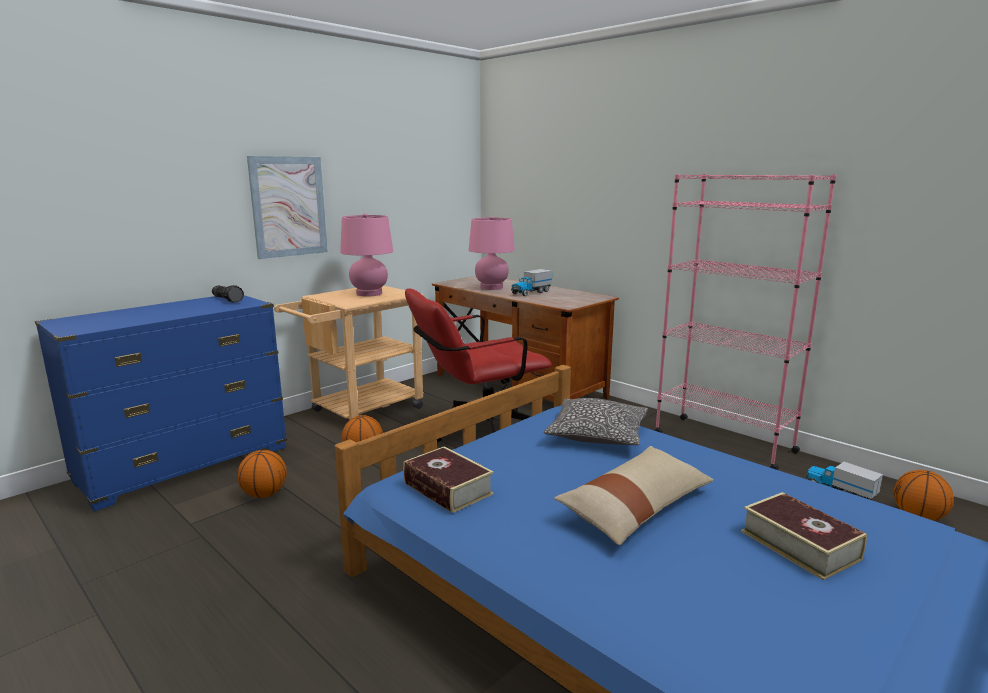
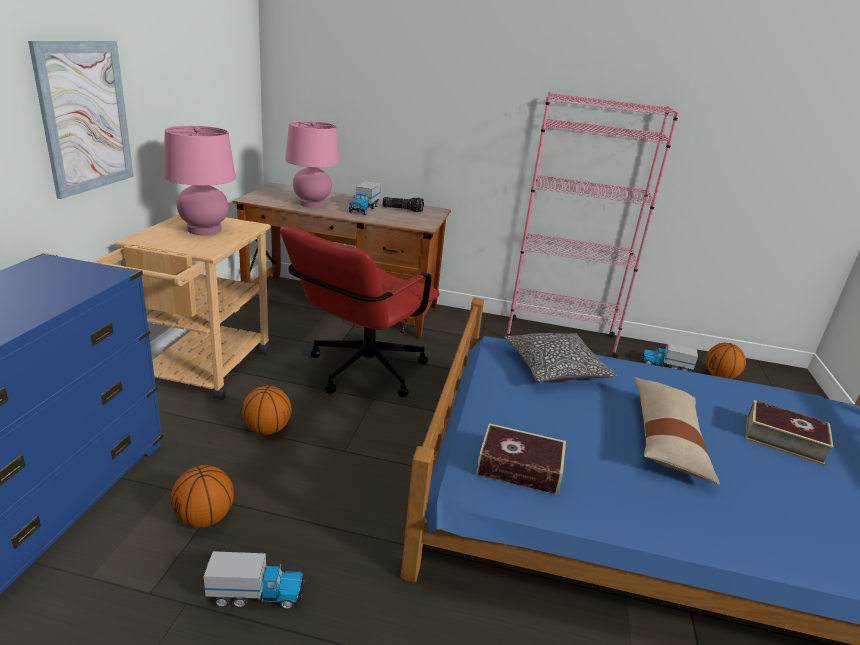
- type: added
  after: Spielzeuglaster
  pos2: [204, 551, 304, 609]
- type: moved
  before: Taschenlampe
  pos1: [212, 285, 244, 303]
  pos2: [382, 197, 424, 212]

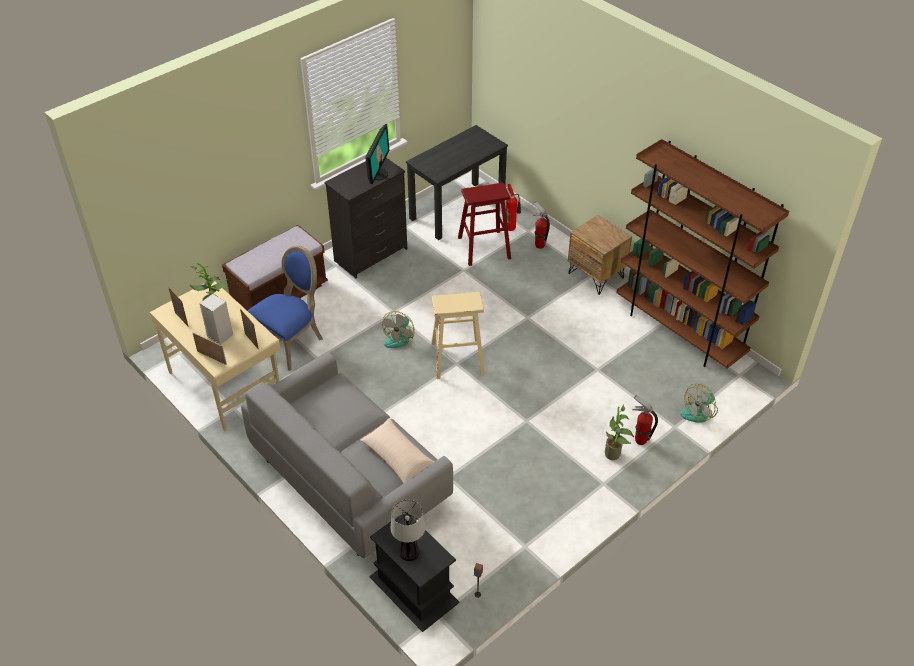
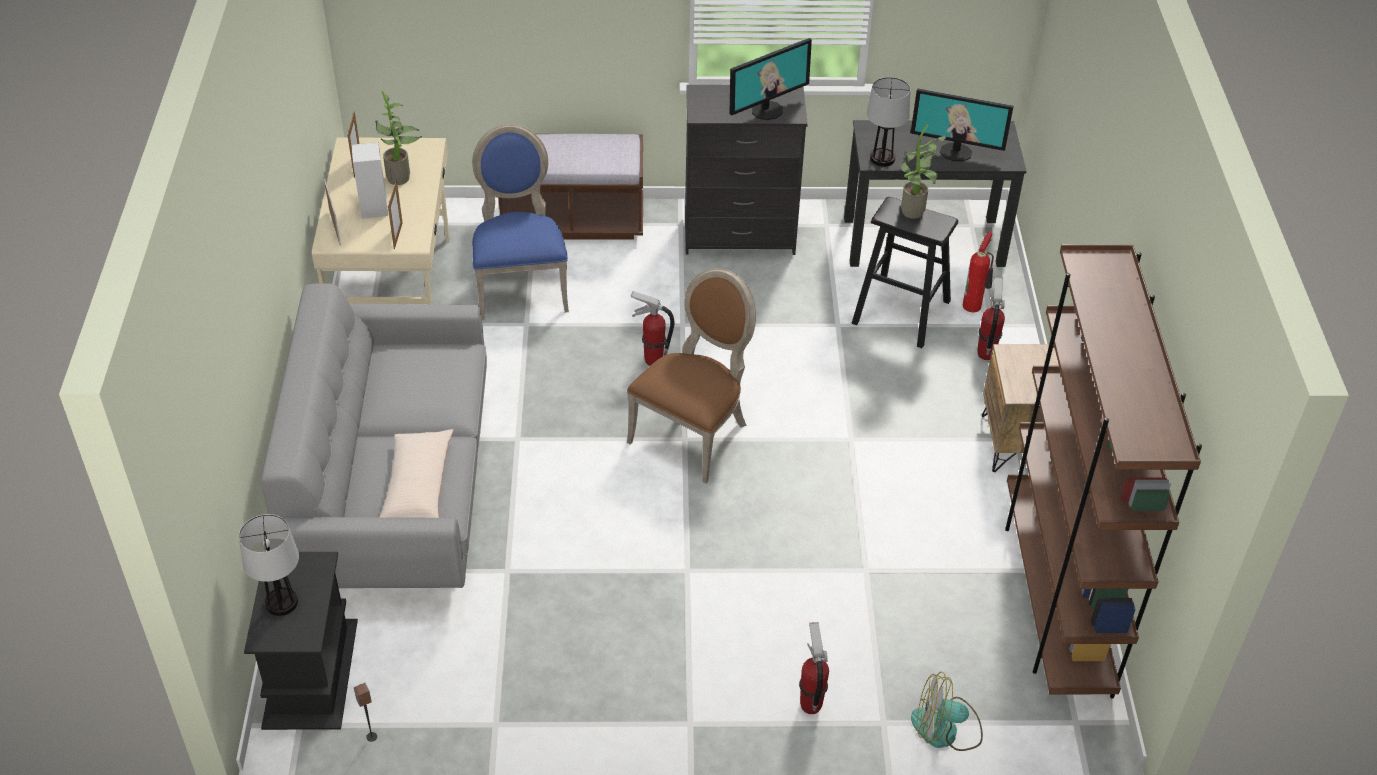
- type: added
  after: Tischlampe
  pos2: [866, 77, 910, 167]
- type: added
  after: Monitor
  pos2: [910, 88, 1014, 161]
- type: moved
  before: Topfpflanze
  pos1: [605, 404, 634, 460]
  pos2: [901, 124, 947, 219]
- type: replaced
  before: Ventilator
  after: Feuerlöscher
  pos1: [382, 311, 414, 348]
  pos2: [631, 291, 674, 366]
- type: replaced
  before: Hocker (beige)
  after: Stuhl (braun)
  pos1: [431, 292, 485, 379]
  pos2: [627, 268, 756, 484]
- type: recoloured
  before: Hocker (rot)
  after: Hocker (schwarz)
  pos1: [458, 183, 511, 266]
  pos2: [852, 197, 958, 348]
- type: turned
  before: Stuhl (blau)
  pos1: [248, 245, 323, 371]
  pos2: [472, 124, 569, 320]
  turn: -90

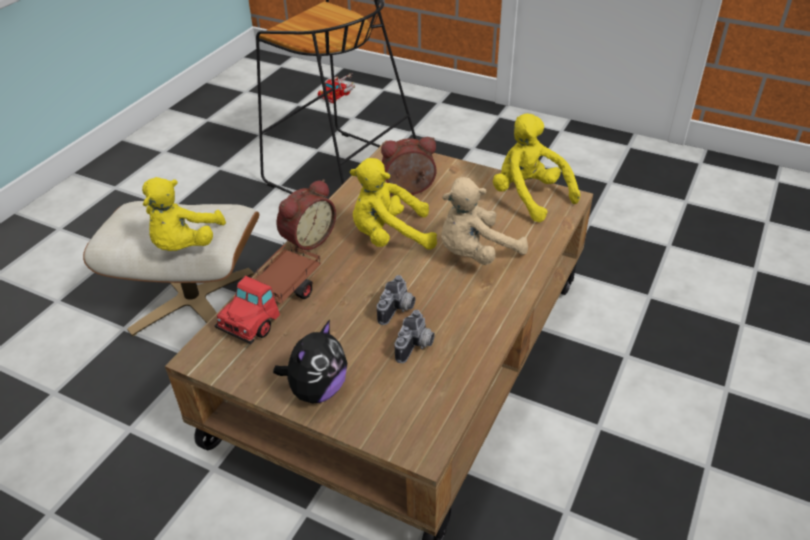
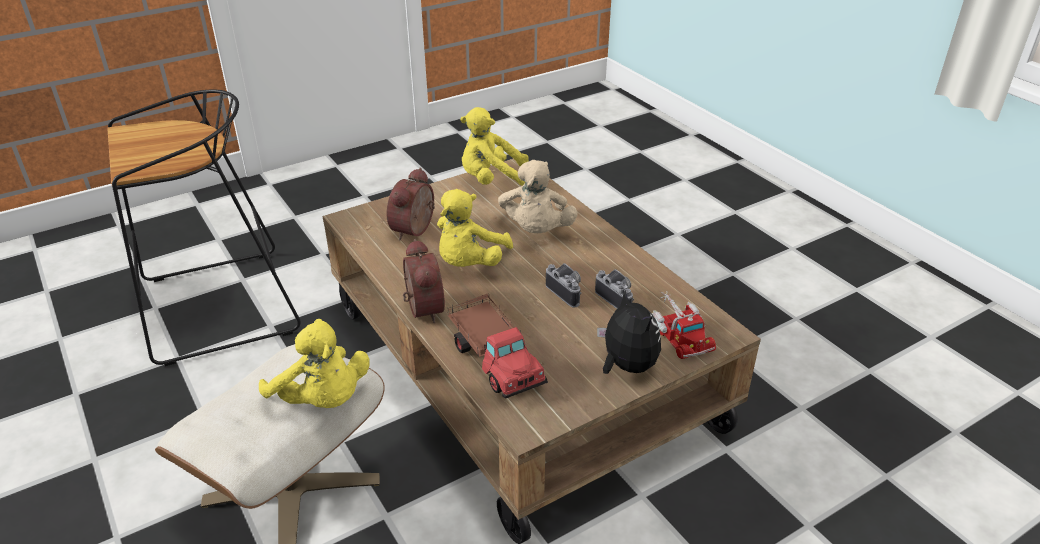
- type: moved
  before: Spielzeuglaster
  pos1: [318, 73, 355, 103]
  pos2: [652, 291, 716, 359]

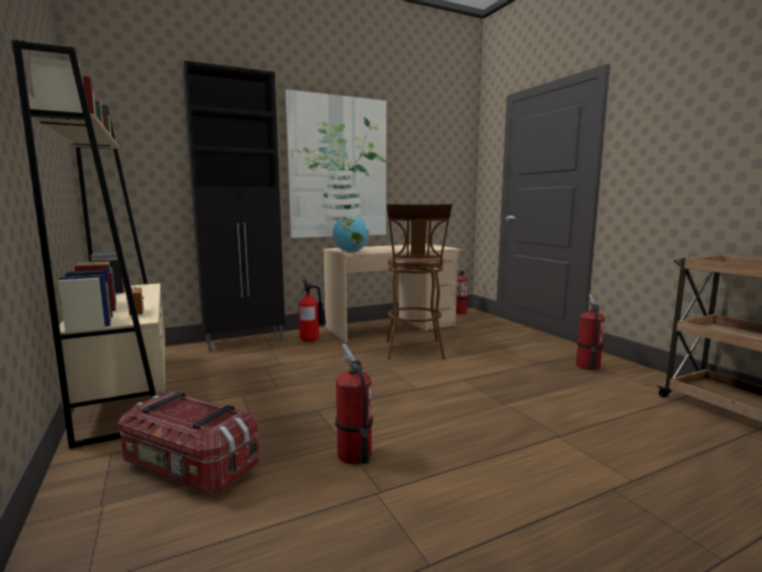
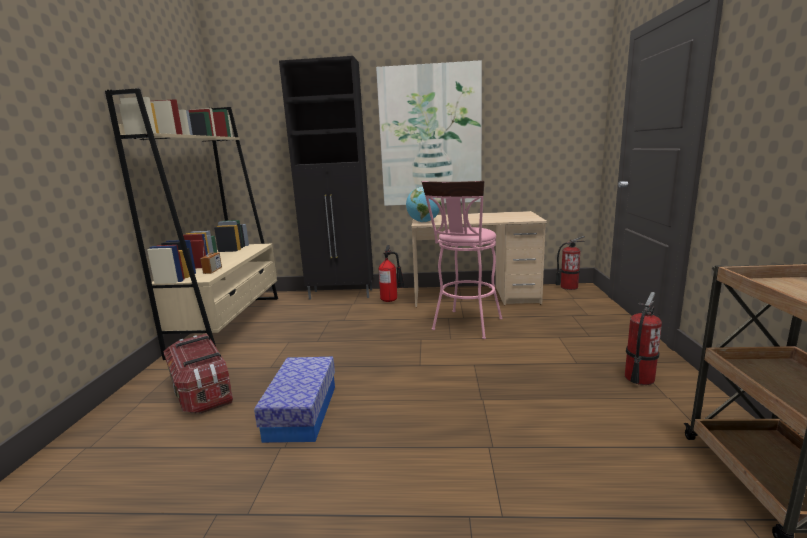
- type: replaced
  before: Feuerlöscher
  after: Aufbewahrungsbox
  pos1: [335, 344, 373, 464]
  pos2: [254, 357, 335, 443]
- type: recoloured
  before: Hocker (braun)
  after: Hocker (rosa)
  pos1: [387, 204, 452, 359]
  pos2: [422, 181, 503, 339]

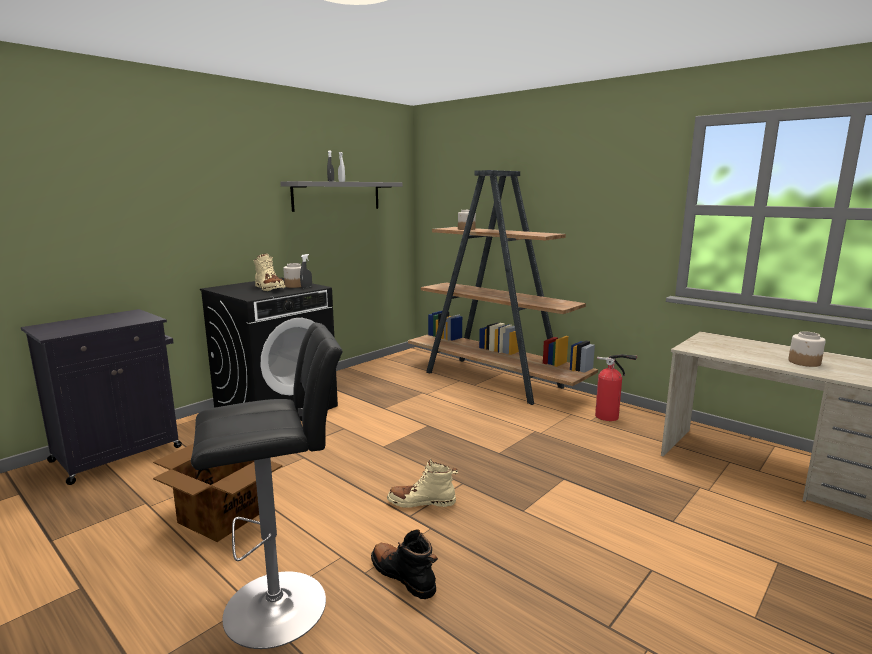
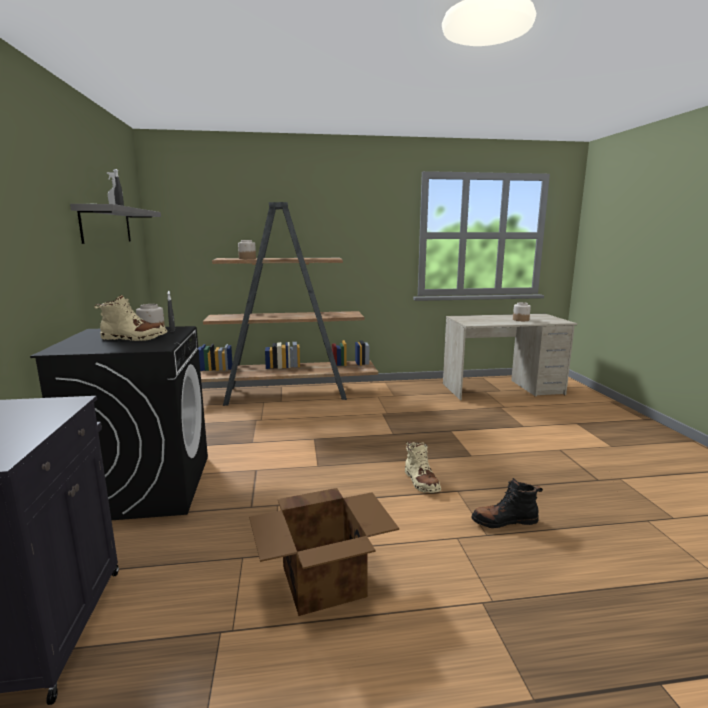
- type: removed
  before: Hocker (schwarz)
  pos1: [191, 322, 343, 649]
- type: removed
  before: Feuerlöscher
  pos1: [595, 354, 637, 421]
- type: turned
  before: Stiefel (beige)
  pos1: [387, 459, 458, 508]
  pos2: [405, 441, 441, 493]
  turn: -60

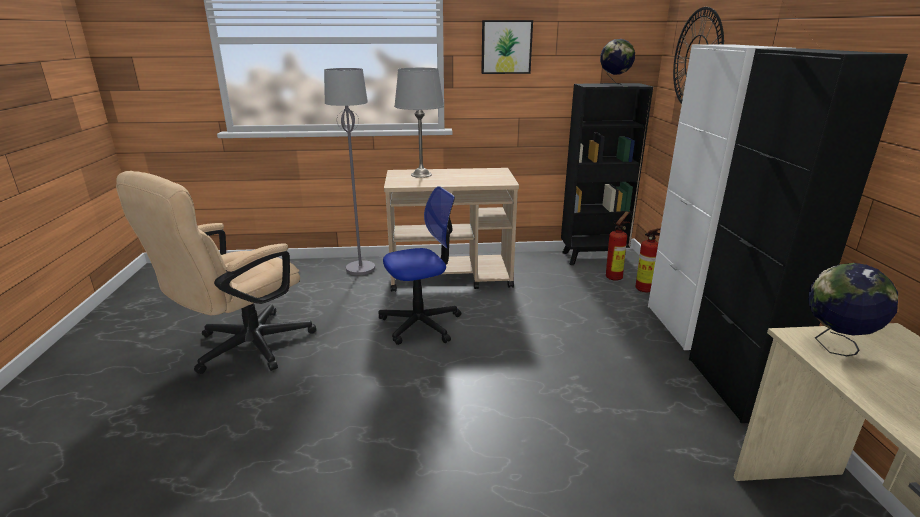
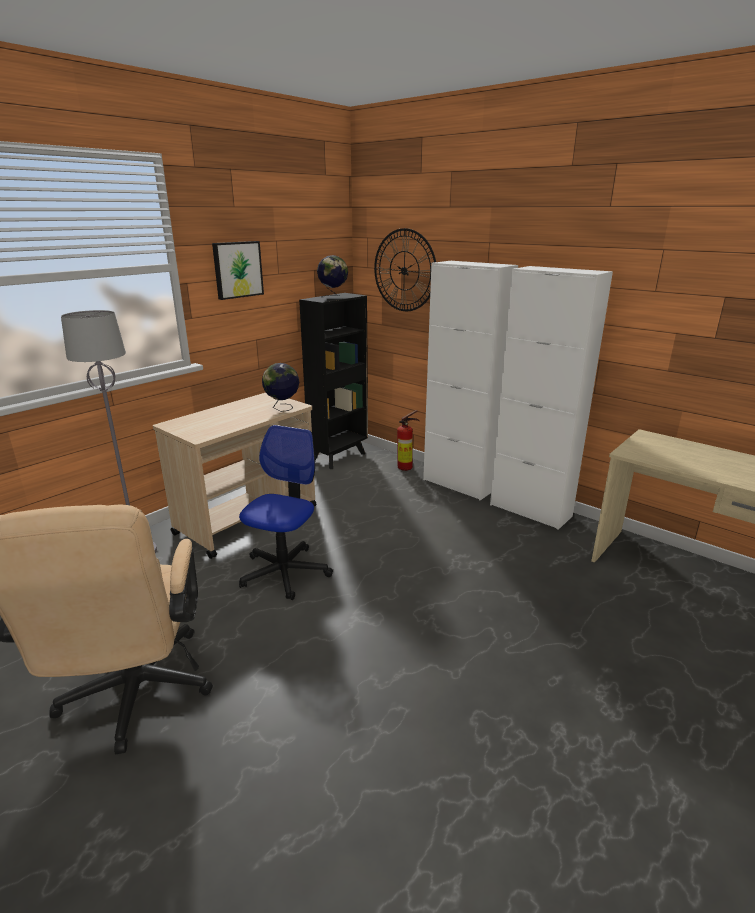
- type: removed
  before: Tischlampe (grau)
  pos1: [394, 68, 444, 178]
- type: removed
  before: Feuerlöscher
  pos1: [606, 212, 630, 281]
- type: moved
  before: Globus
  pos1: [808, 263, 898, 356]
  pos2: [262, 363, 299, 412]
- type: recoloured
  before: Schrank (schwarz)
  after: Schrank (weiß)
  pos1: [689, 49, 908, 423]
  pos2: [490, 266, 613, 530]

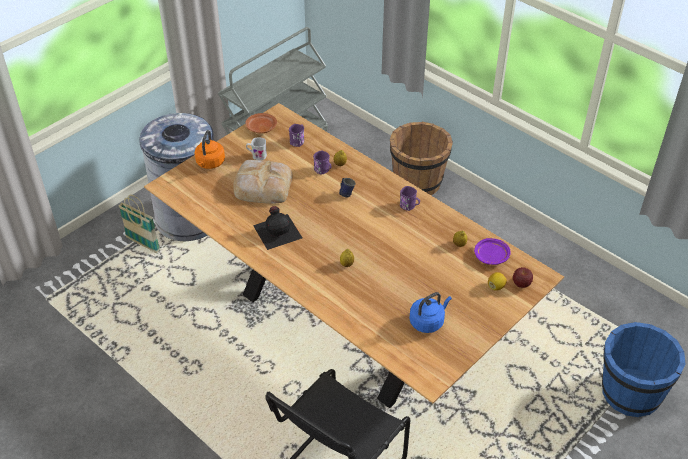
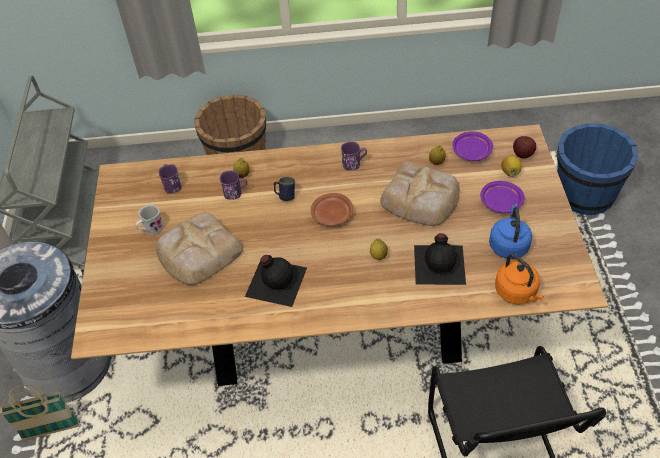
- type: added
  after: Brot
  pos2: [380, 161, 460, 226]
- type: added
  after: Flasche (schwarz)
  pos2: [414, 233, 466, 285]
- type: added
  after: Teller (lila)
  pos2: [480, 181, 525, 213]
- type: moved
  before: Wasserkessel (orange)
  pos1: [195, 130, 225, 169]
  pos2: [495, 254, 544, 304]
- type: moved
  before: Teller (braun)
  pos1: [245, 113, 277, 134]
  pos2: [311, 193, 353, 226]

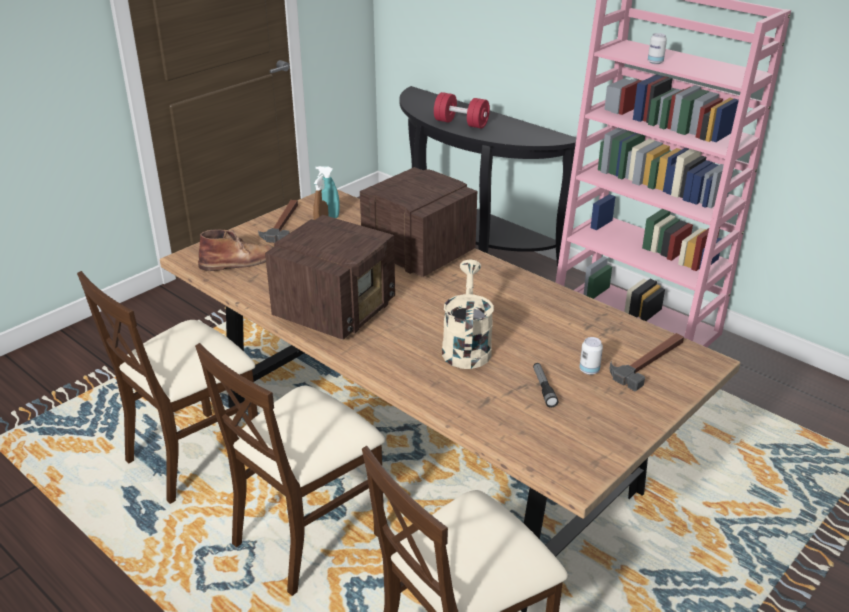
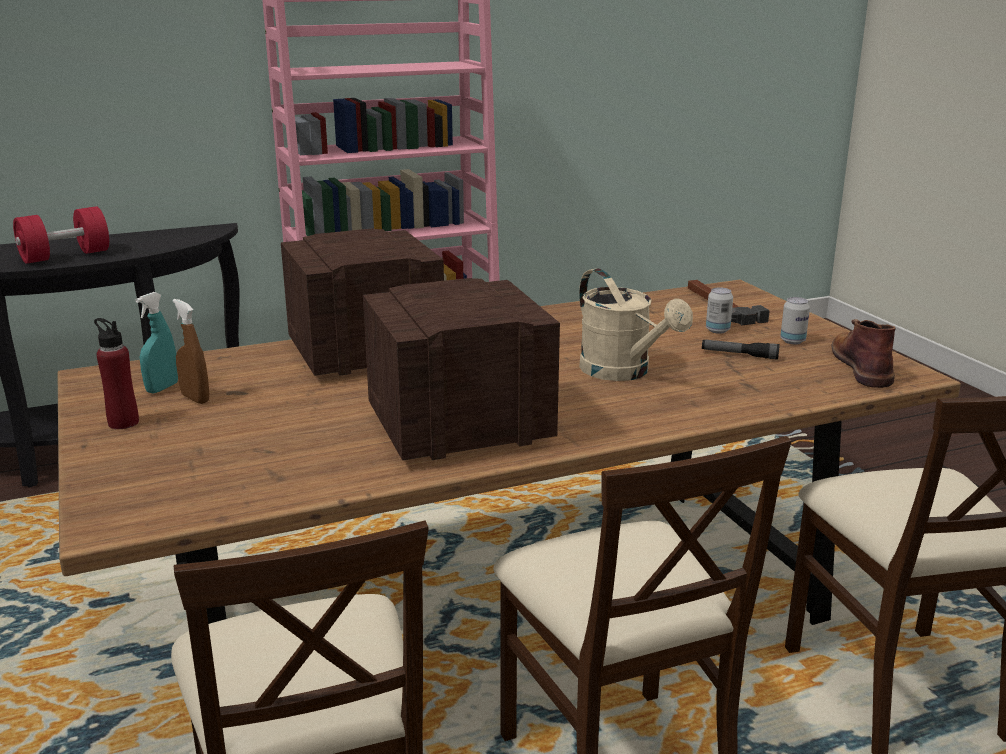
- type: moved
  before: Stiefel (braun)
  pos1: [198, 229, 273, 271]
  pos2: [831, 319, 896, 388]
- type: moved
  before: Dose
  pos1: [648, 33, 667, 64]
  pos2: [780, 297, 810, 344]
- type: replaced
  before: Hammer
  after: Flasche (rot)
  pos1: [258, 200, 298, 243]
  pos2: [94, 318, 139, 429]
- type: turned
  before: Radio
  pos1: [265, 215, 395, 340]
  pos2: [363, 278, 560, 460]
  turn: -75
- type: turned
  before: Gießkanne (beige)
  pos1: [442, 259, 494, 369]
  pos2: [579, 268, 693, 381]
  turn: -150

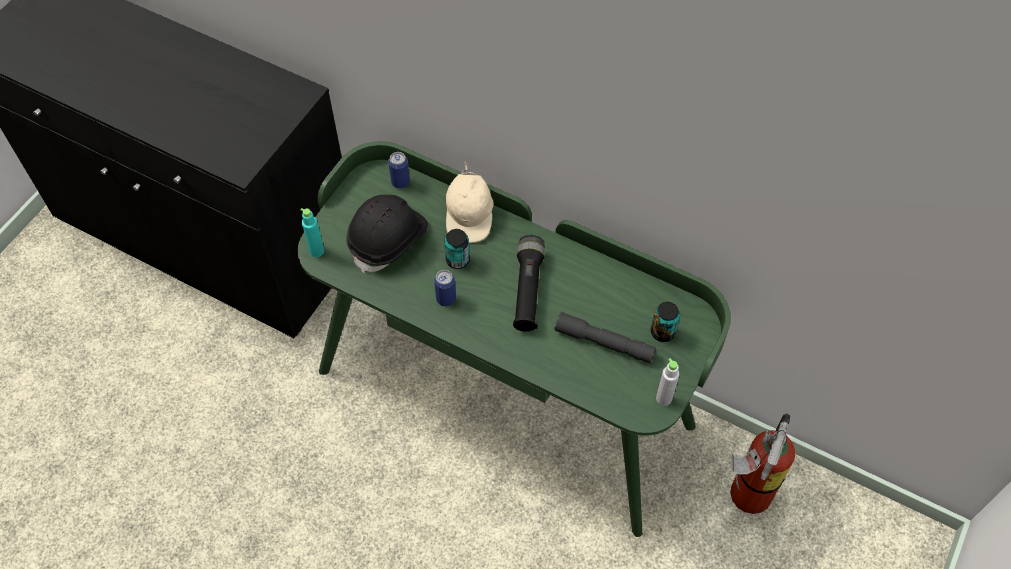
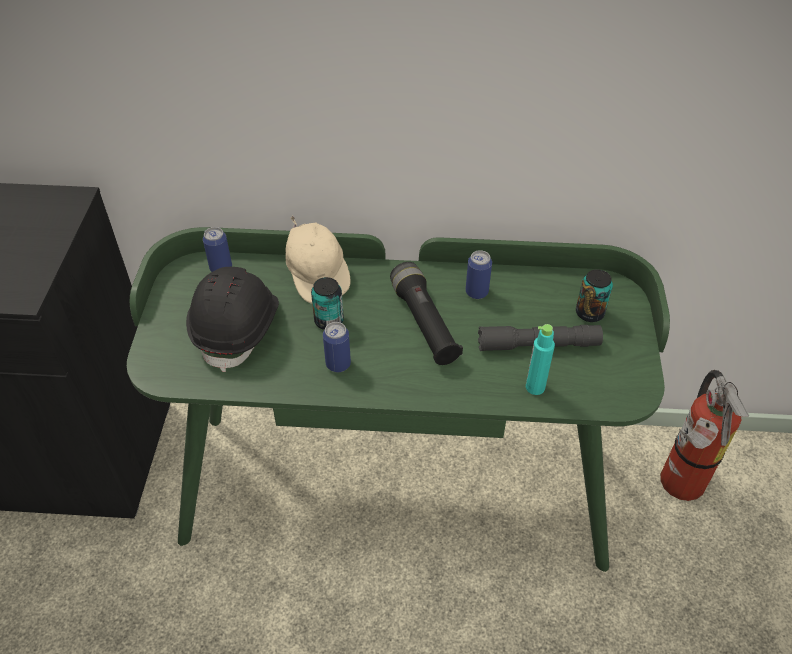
- type: removed
  before: Flasche (grau)
  pos1: [656, 358, 679, 406]
- type: added
  after: Dose
  pos2: [466, 250, 492, 299]
- type: moved
  before: Flasche (türkis)
  pos1: [300, 208, 324, 257]
  pos2: [526, 324, 555, 395]

